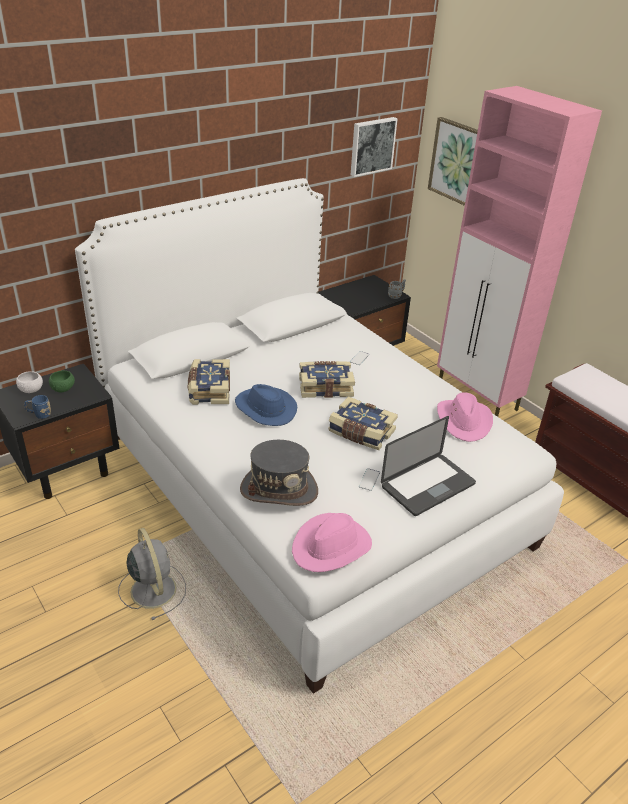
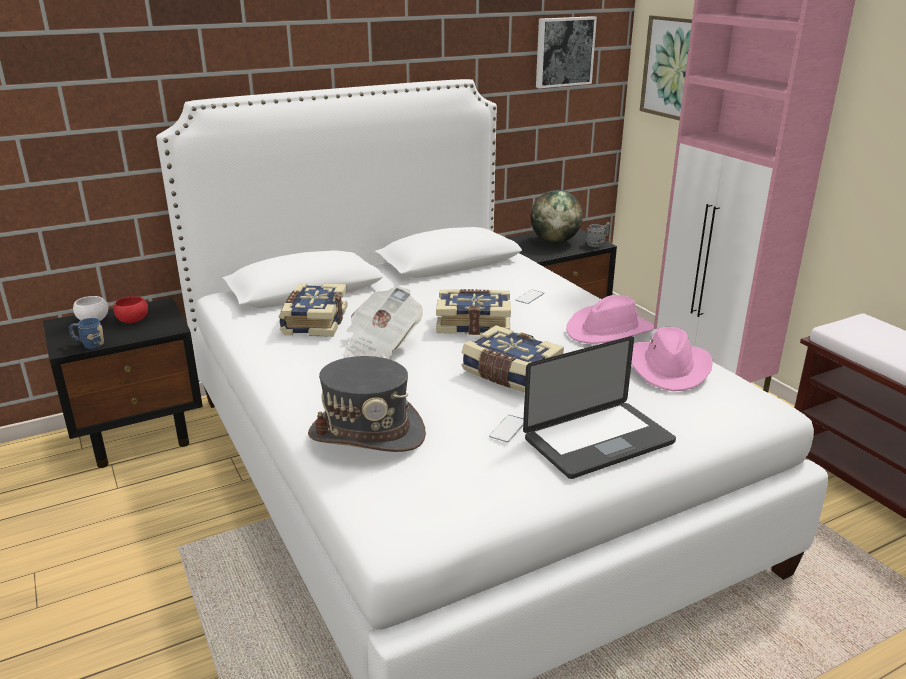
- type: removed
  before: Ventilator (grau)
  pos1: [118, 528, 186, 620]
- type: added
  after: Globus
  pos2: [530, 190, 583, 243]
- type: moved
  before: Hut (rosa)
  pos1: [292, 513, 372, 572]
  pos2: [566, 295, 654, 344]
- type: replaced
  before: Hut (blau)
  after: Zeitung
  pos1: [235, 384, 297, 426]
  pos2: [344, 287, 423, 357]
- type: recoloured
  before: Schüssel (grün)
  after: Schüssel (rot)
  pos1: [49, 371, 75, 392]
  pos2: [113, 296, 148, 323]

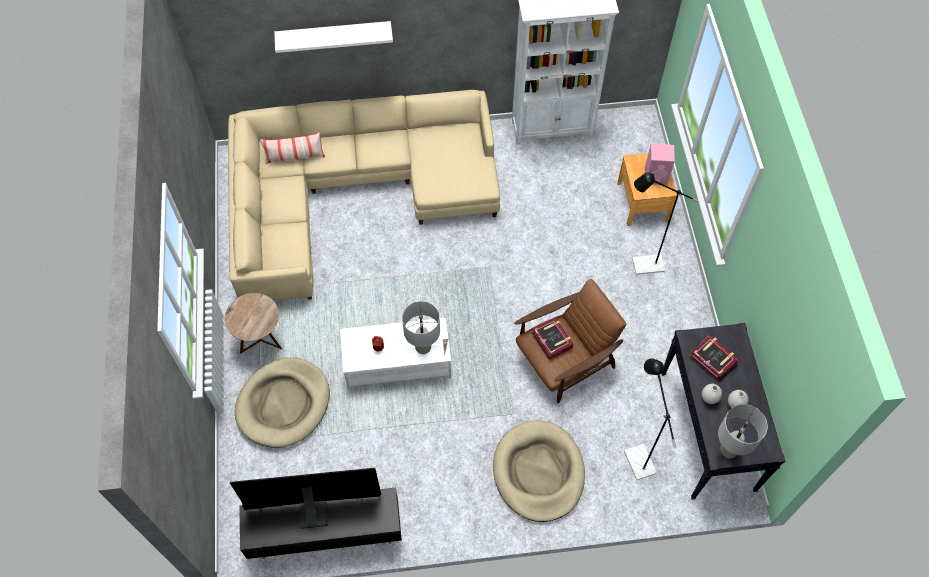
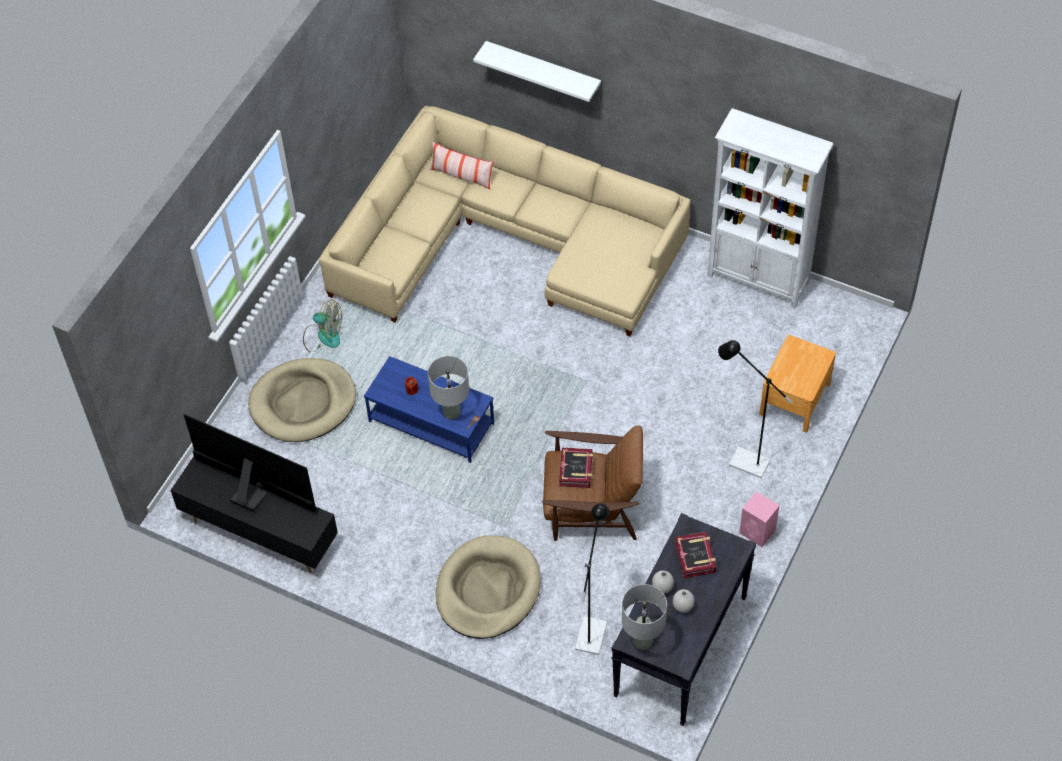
- type: moved
  before: Lautsprecher (rosa)
  pos1: [645, 144, 675, 185]
  pos2: [739, 491, 780, 547]
- type: replaced
  before: Beistelltisch (braun)
  after: Ventilator
  pos1: [225, 293, 282, 354]
  pos2: [303, 300, 342, 352]
- type: recoloured
  before: Couchtisch (weiß)
  after: Couchtisch (blau)
  pos1: [340, 317, 451, 390]
  pos2: [364, 356, 494, 463]

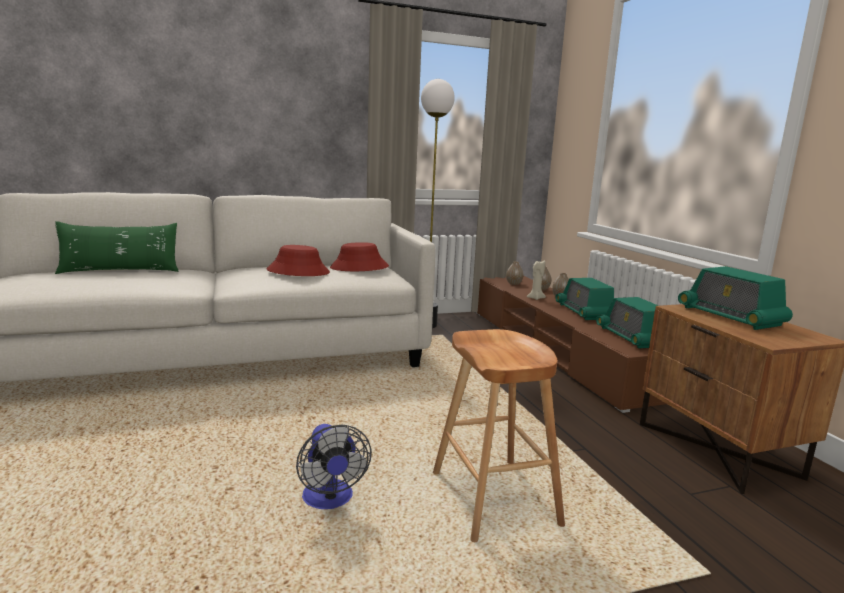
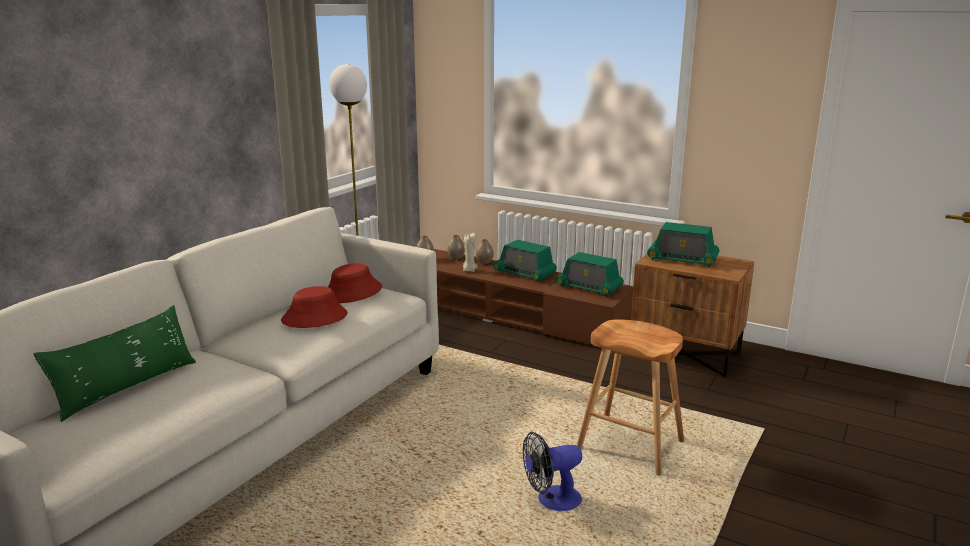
- type: turned
  before: Ventilator
  pos1: [296, 424, 372, 509]
  pos2: [523, 432, 582, 511]
  turn: 135

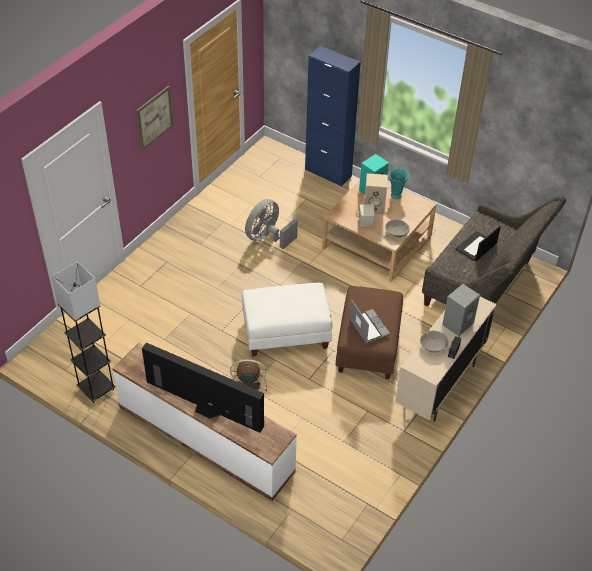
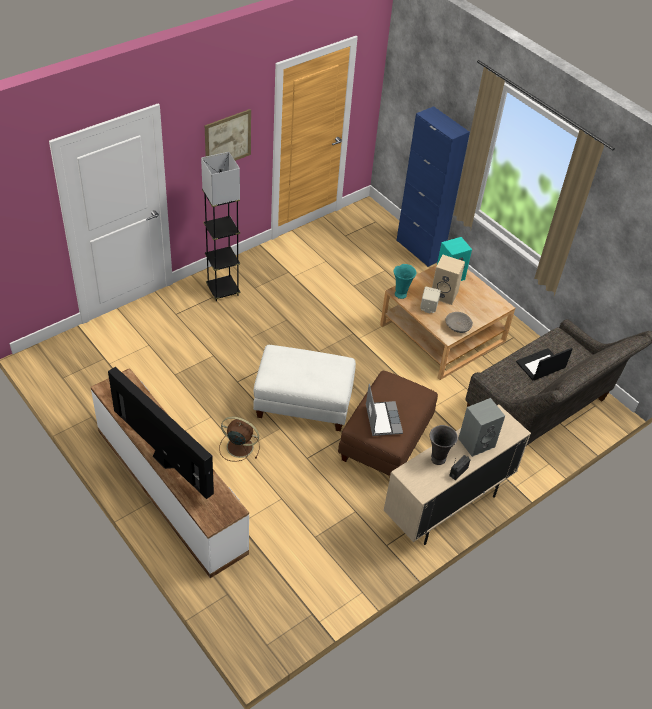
- type: removed
  before: Ventilator (grau)
  pos1: [245, 199, 298, 249]
- type: moved
  before: Stehlampe (grau)
  pos1: [51, 262, 116, 403]
  pos2: [201, 152, 240, 301]
- type: moved
  before: Vase (türkis)
  pos1: [389, 168, 409, 199]
  pos2: [394, 264, 417, 299]
- type: replaced
  before: Schüssel (grau)
  after: Vase (grau)
  pos1: [420, 331, 448, 353]
  pos2: [430, 425, 458, 465]

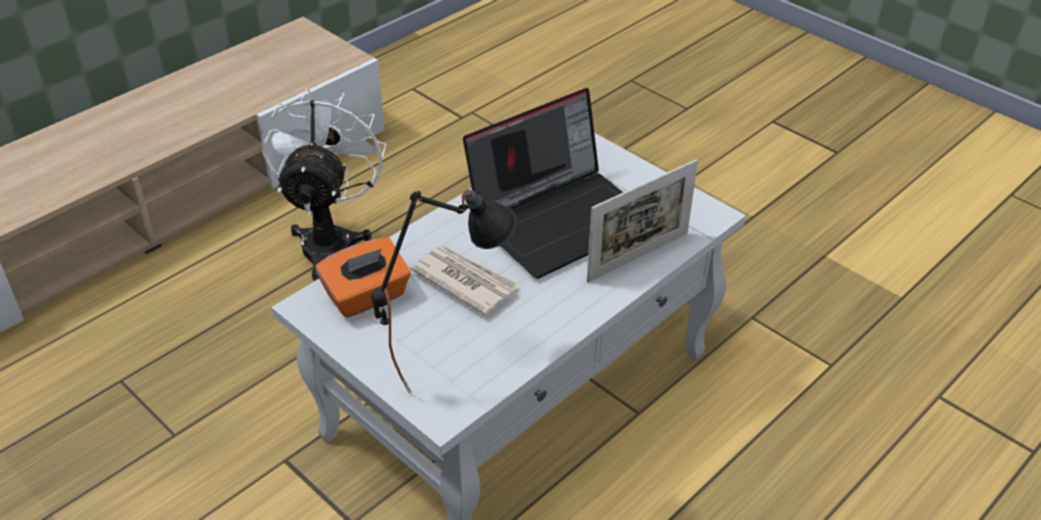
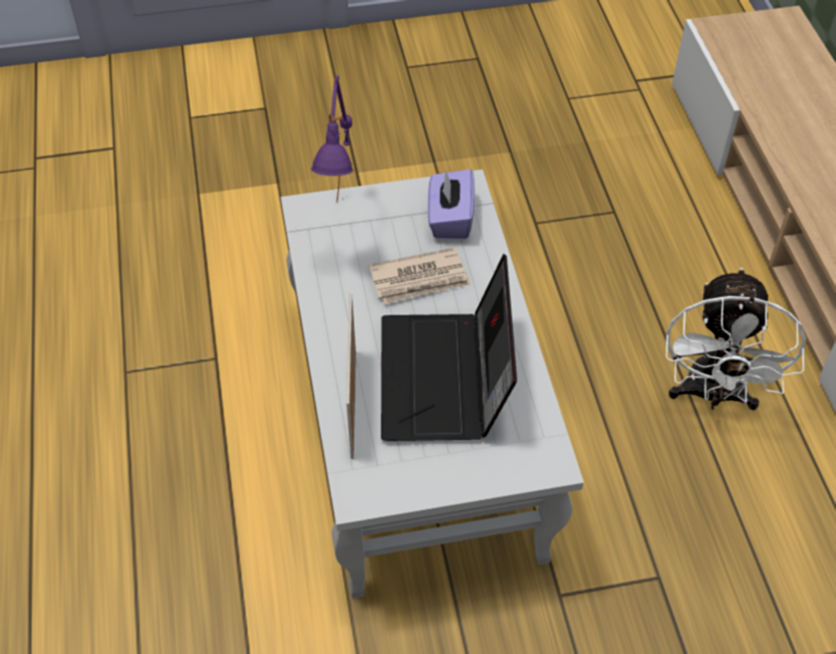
- type: recoloured
  before: Taschentuchbox (orange)
  after: Taschentuchbox (lila)
  pos1: [315, 237, 411, 318]
  pos2: [428, 169, 474, 239]
- type: recoloured
  before: Tischlampe (schwarz)
  after: Tischlampe (lila)
  pos1: [371, 187, 517, 394]
  pos2: [311, 75, 353, 202]
- type: turned
  before: Ventilator (weiß)
  pos1: [261, 88, 386, 281]
  pos2: [666, 267, 806, 410]
  turn: 60

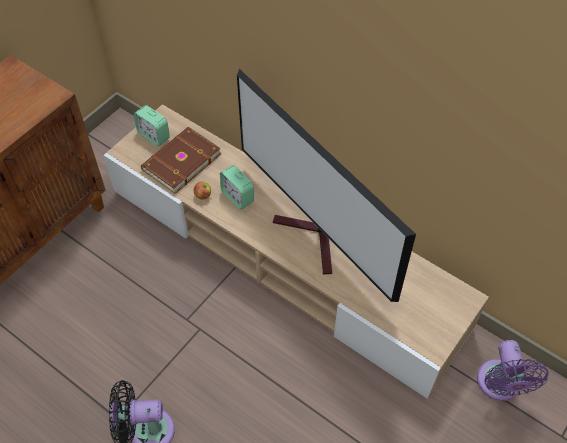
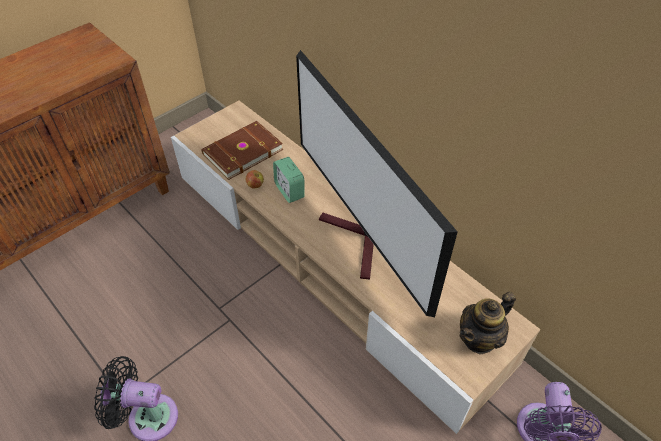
- type: removed
  before: Wecker
  pos1: [134, 105, 170, 146]
- type: added
  after: Teekanne
  pos2: [460, 291, 516, 354]

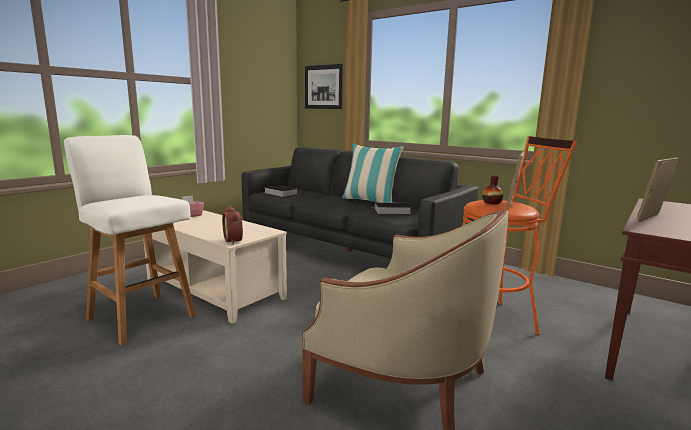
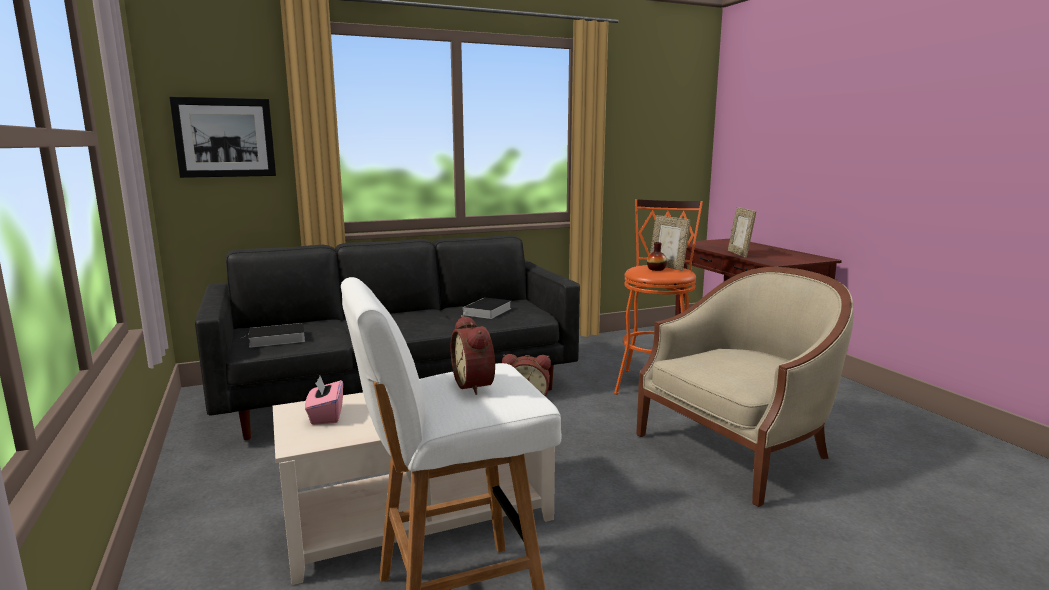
- type: removed
  before: Kissen
  pos1: [342, 144, 404, 203]
- type: added
  after: Wecker
  pos2: [450, 316, 495, 395]

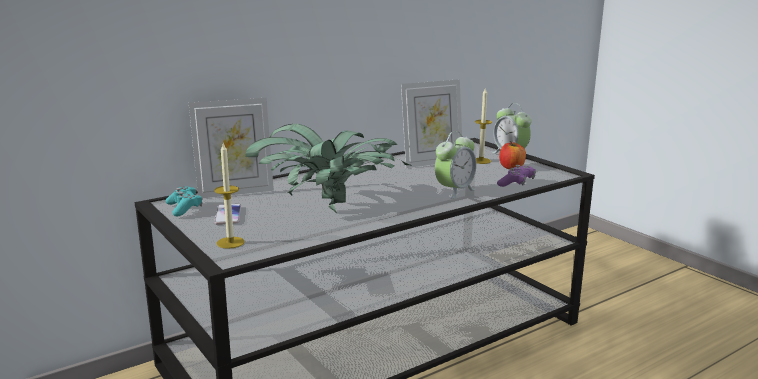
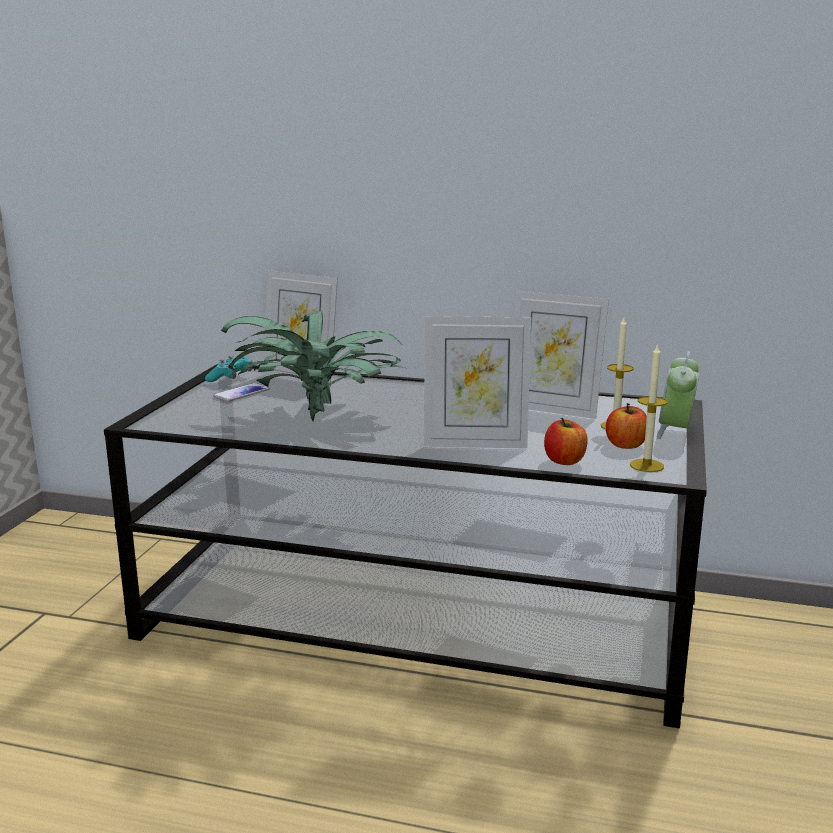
- type: moved
  before: Kerze
  pos1: [214, 143, 245, 249]
  pos2: [630, 343, 667, 472]
- type: replaced
  before: Wecker
  after: Bilderrahmen
  pos1: [435, 131, 477, 199]
  pos2: [424, 316, 531, 449]
- type: replaced
  before: Gamepad (lila)
  after: Apfel
  pos1: [497, 165, 536, 187]
  pos2: [544, 418, 588, 465]

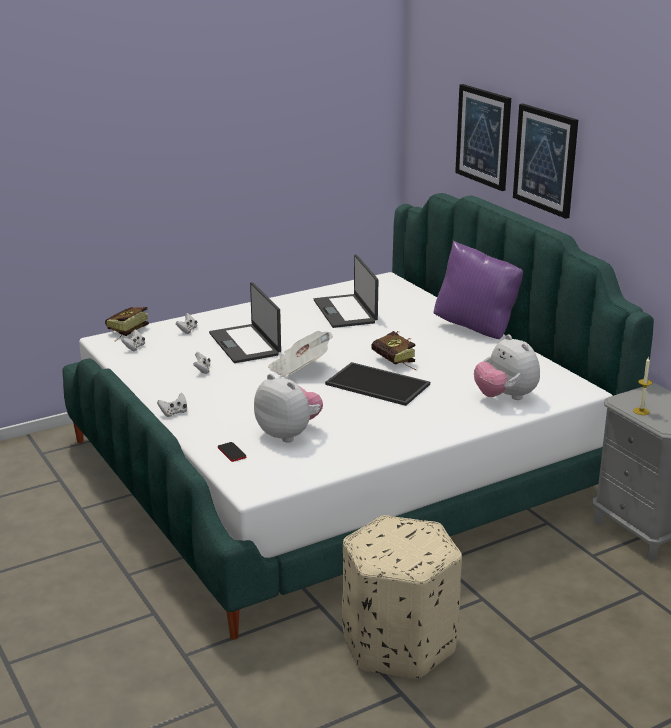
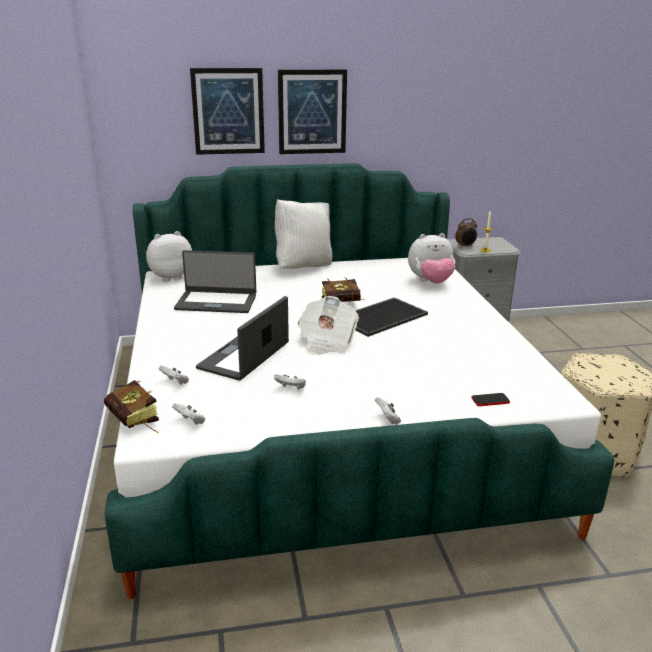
- type: added
  after: Wecker
  pos2: [455, 218, 477, 247]
- type: moved
  before: Plüschtier
  pos1: [254, 374, 323, 442]
  pos2: [146, 231, 192, 281]
- type: recoloured
  before: Kissen (lila)
  after: Kissen (weiß)
  pos1: [434, 241, 523, 339]
  pos2: [275, 199, 332, 269]
- type: turned
  before: Laptop
  pos1: [209, 282, 281, 363]
  pos2: [196, 296, 289, 381]
  turn: 120

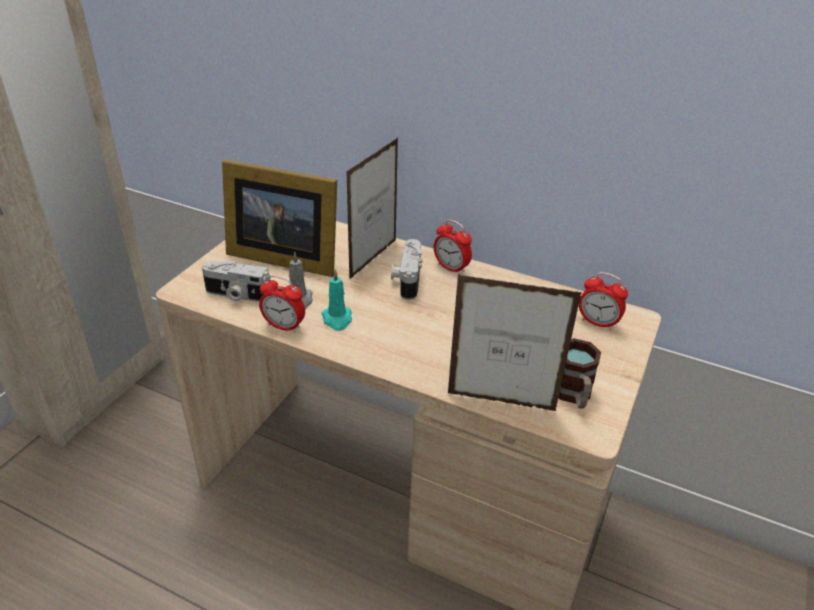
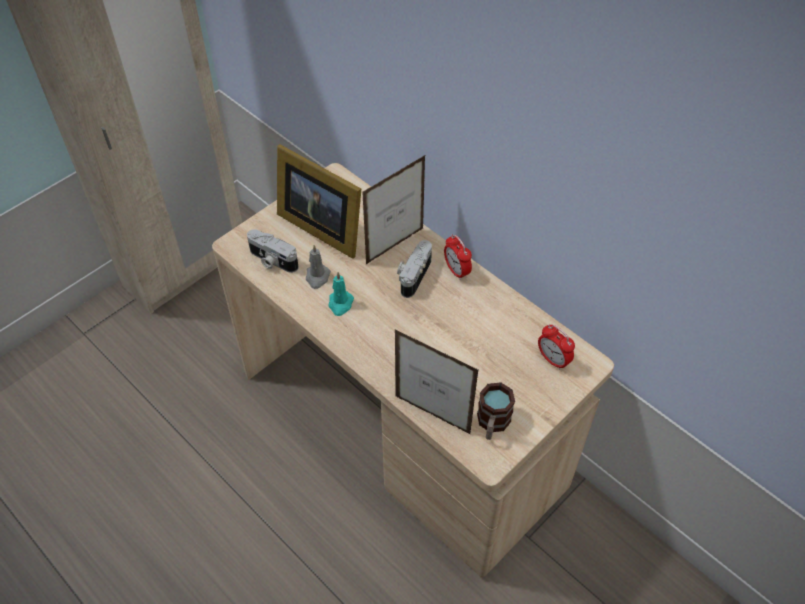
- type: removed
  before: Wecker
  pos1: [259, 275, 305, 333]

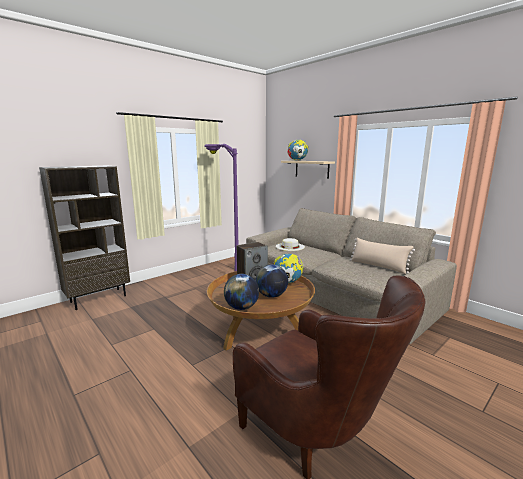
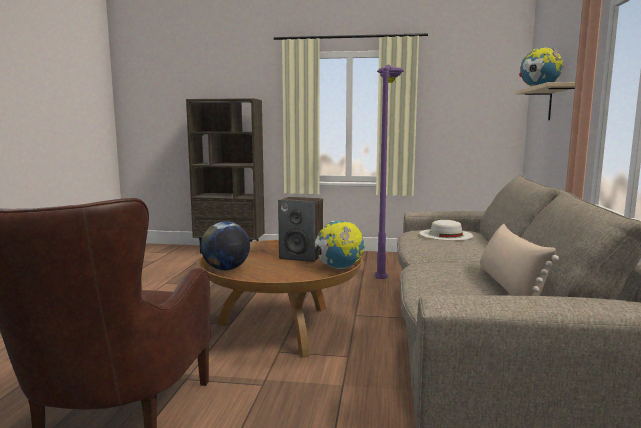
- type: removed
  before: Globus
  pos1: [256, 264, 288, 298]

